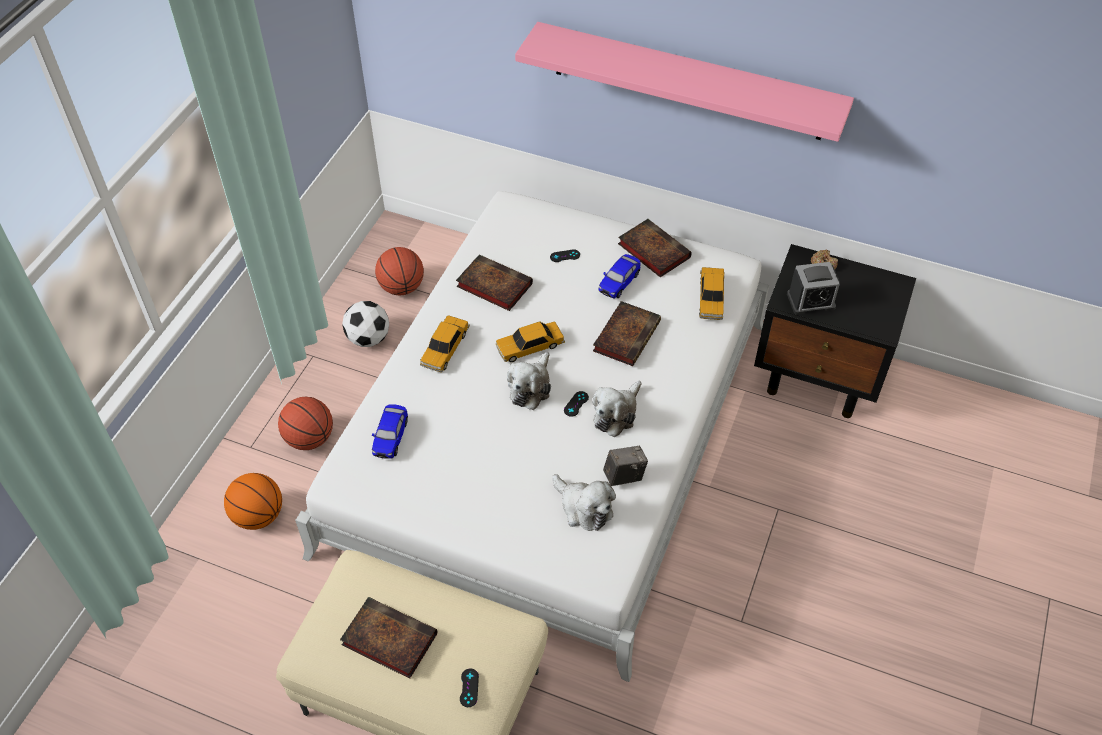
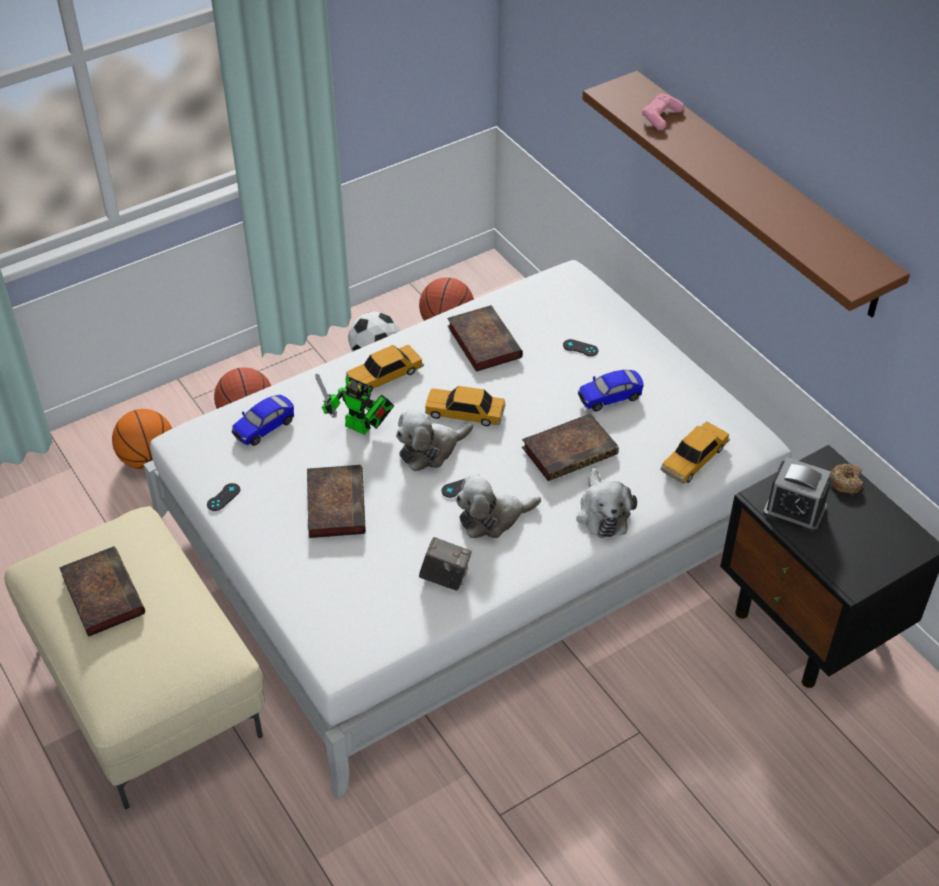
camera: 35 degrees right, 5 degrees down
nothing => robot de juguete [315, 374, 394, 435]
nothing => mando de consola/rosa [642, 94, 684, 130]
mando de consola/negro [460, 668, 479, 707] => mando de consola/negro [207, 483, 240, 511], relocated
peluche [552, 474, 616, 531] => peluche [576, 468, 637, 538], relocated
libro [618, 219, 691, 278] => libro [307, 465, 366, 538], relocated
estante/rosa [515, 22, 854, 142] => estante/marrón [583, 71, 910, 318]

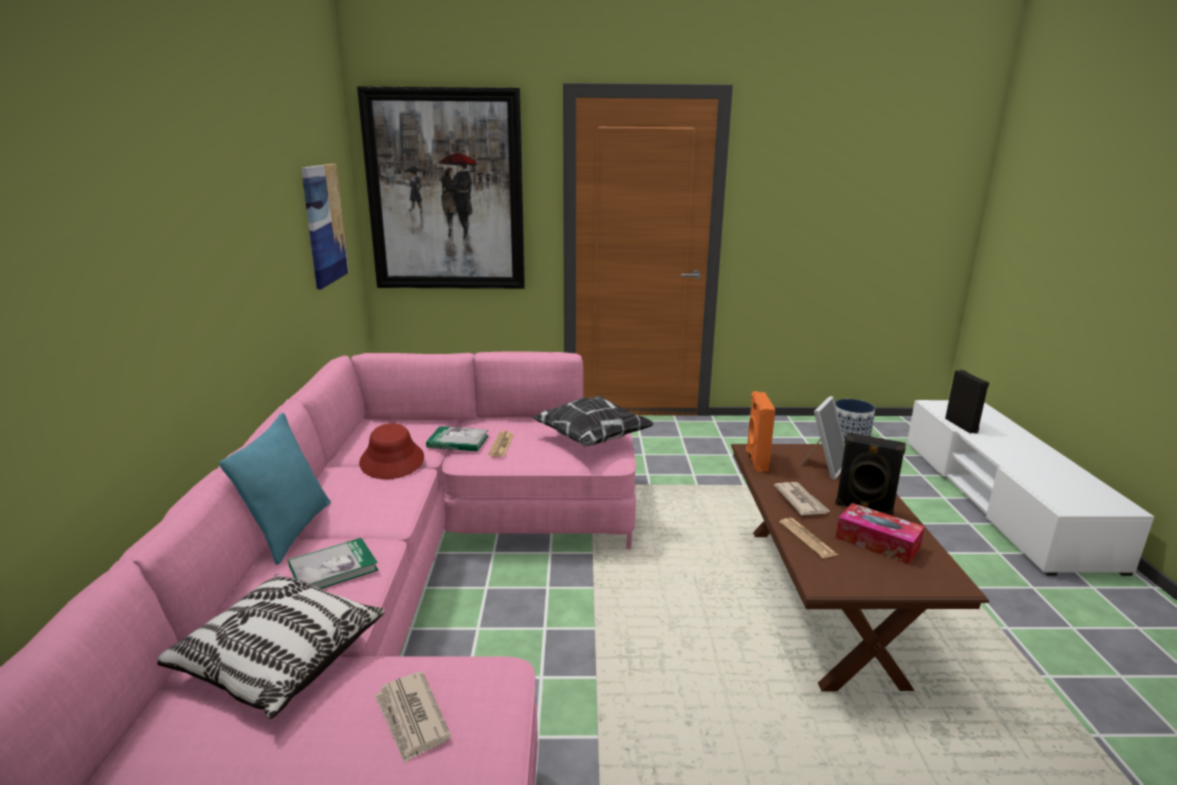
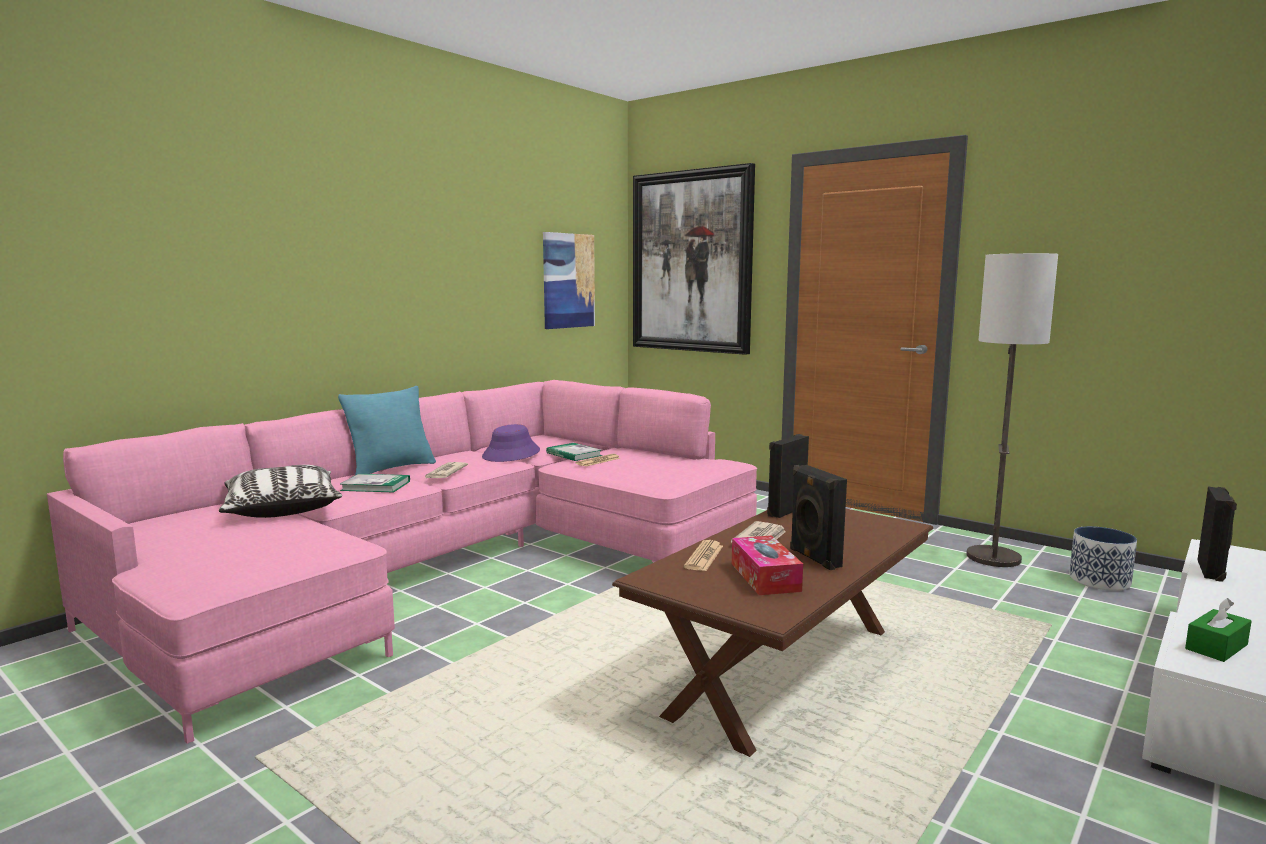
camera: 40 degrees right, 10 degrees down
cojín [532, 395, 654, 447] => nothing
portarretratos [800, 396, 845, 480] => nothing
nothing => lámpara de pie [966, 253, 1058, 567]
nothing => caja de pañuelos/verde [1185, 598, 1251, 662]
periódico [375, 671, 451, 764] => periódico [424, 462, 468, 479], relocated
sombrero/rojo [359, 423, 424, 479] => sombrero/morado [482, 424, 540, 462]
altavoz/naranja [746, 391, 776, 472] => altavoz/negro [767, 434, 809, 518]

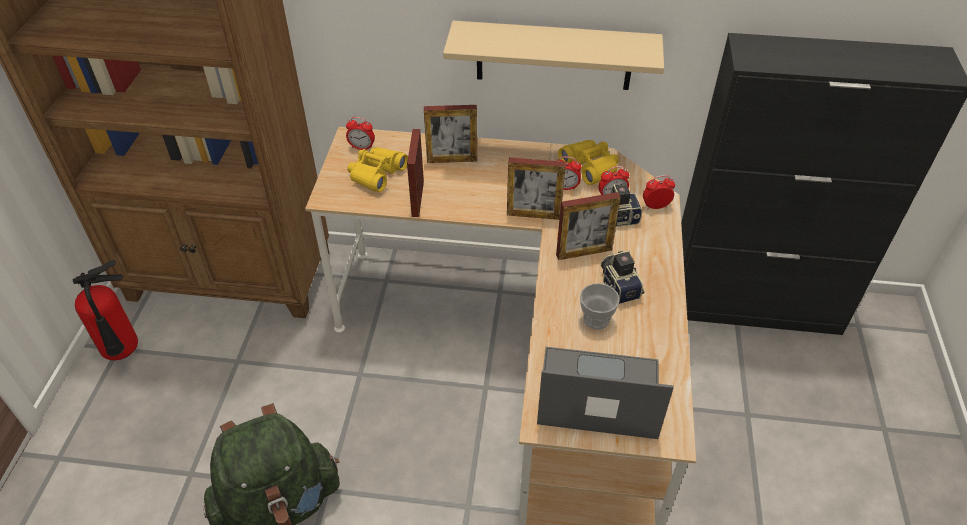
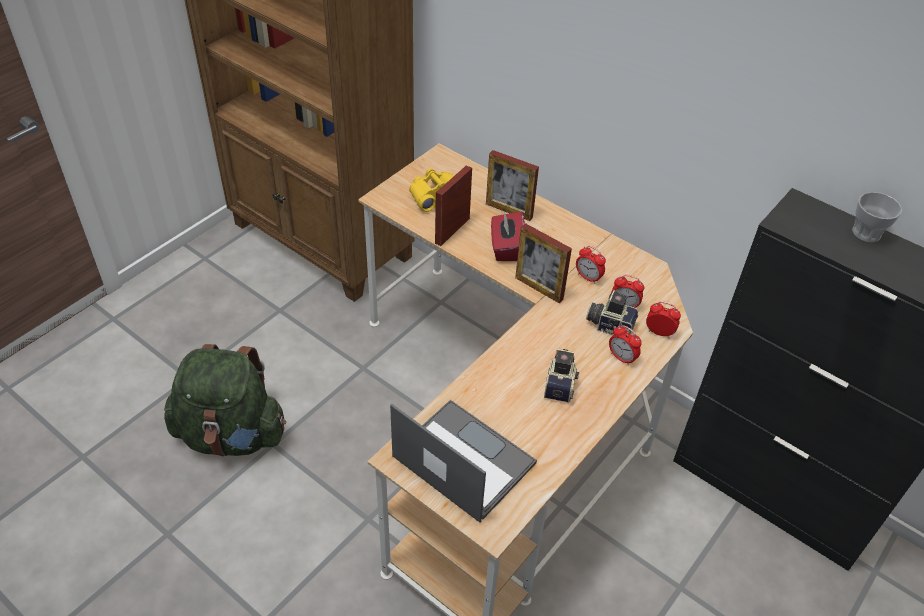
camera: 30 degrees right, 0 degrees up
extintor [73, 260, 138, 360] => nothing
estante/beis [443, 21, 664, 90] => nothing
portarretratos [556, 192, 621, 260] => nothing
prismáticos/amarillo [558, 140, 619, 185] => nothing
nothing => caja de pañuelos/rojo [491, 211, 525, 261]
despertador [346, 117, 375, 151] => despertador [609, 325, 642, 366], relocated
taza [580, 283, 620, 330] => taza [852, 192, 902, 242], relocated

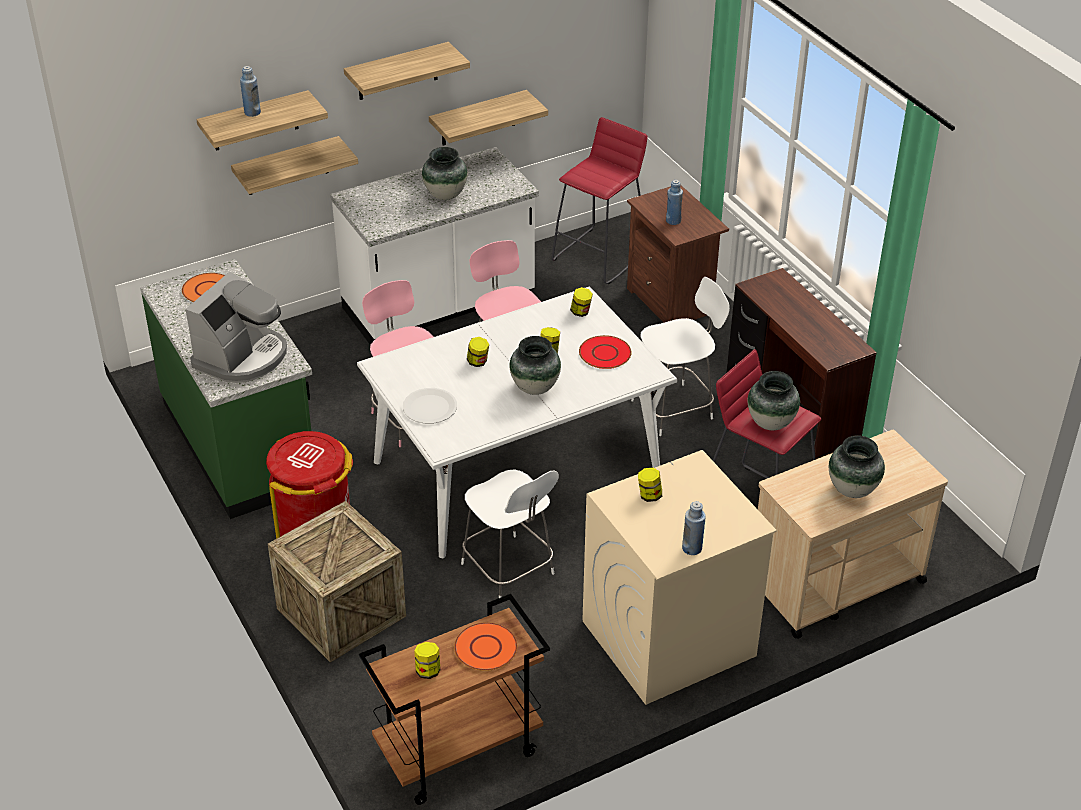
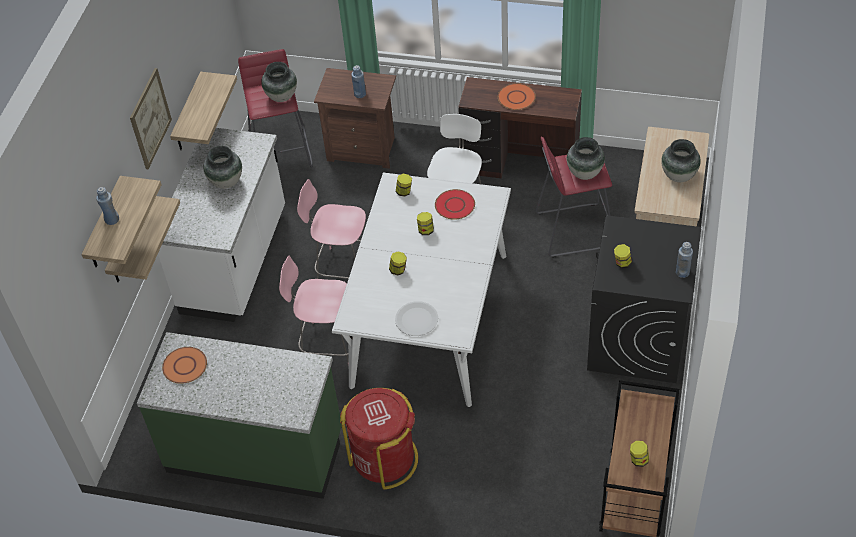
camera: 45 degrees left, 10 degrees up
cafetera [185, 272, 287, 383] => nothing
caja de embalaje [268, 501, 406, 662] => nothing
silla/blanco [461, 469, 559, 598] => nothing
plato/naranja [454, 622, 517, 671] => plato/naranja [498, 83, 536, 110], relocated
florero [510, 336, 561, 395] => florero [261, 62, 297, 102], relocated
estante [344, 42, 470, 100] => cuadro [130, 68, 172, 169]
lavadora/beis [582, 450, 777, 705] => lavadora/negro [587, 215, 701, 383]

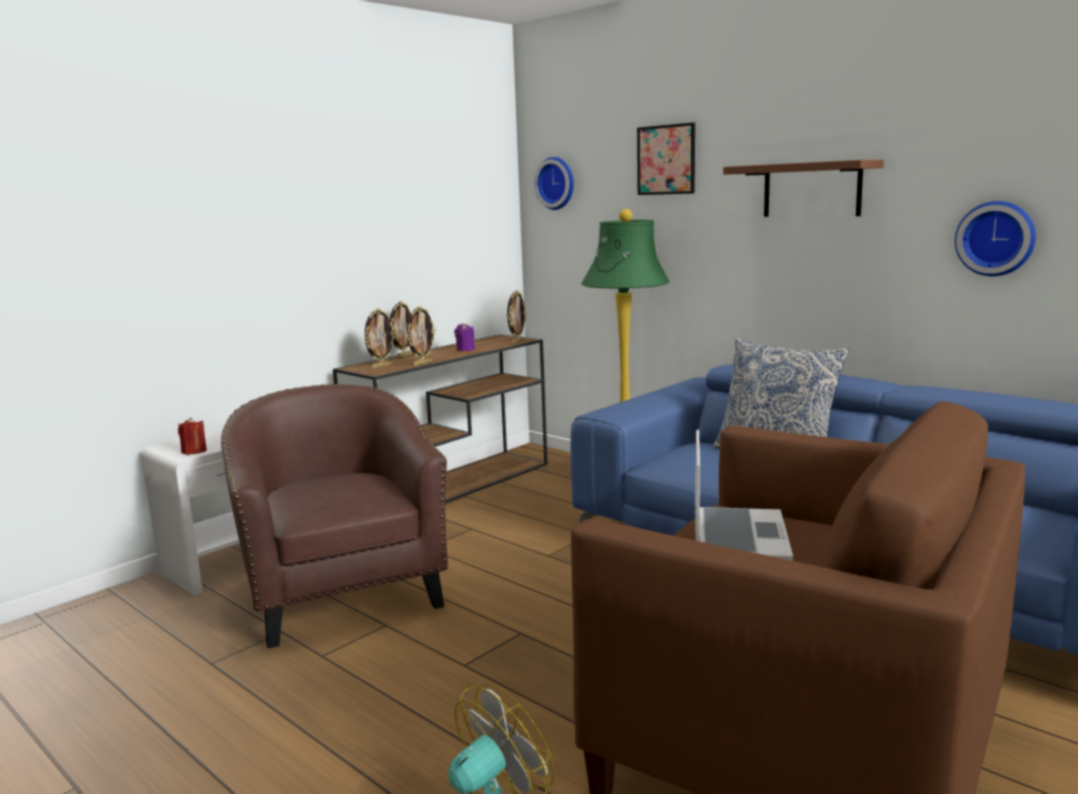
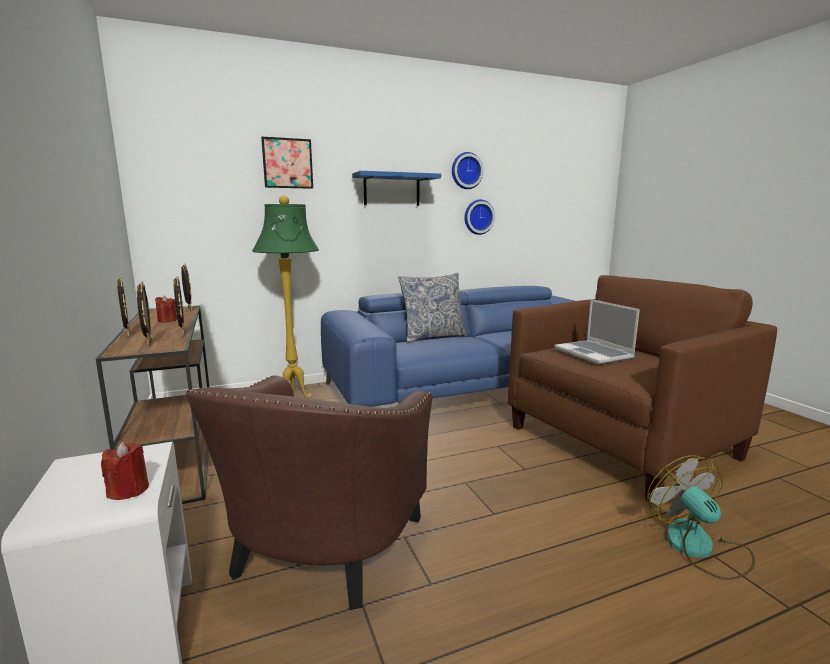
camera: 65 degrees left, 0 degrees up
reloj de pared [534, 157, 574, 210] => reloj de pared [452, 152, 483, 189], relocated
vela/morado [454, 323, 475, 351] => vela/rojo [155, 295, 177, 322]
estante/marrón [723, 160, 884, 217] => estante/azul [352, 171, 441, 206]
sillón/marrón [221, 384, 448, 648] => sillón/marrón [186, 375, 432, 610], 75 degrees counterclockwise
portátil [695, 430, 793, 561] => portátil [554, 299, 640, 364], 150 degrees counterclockwise

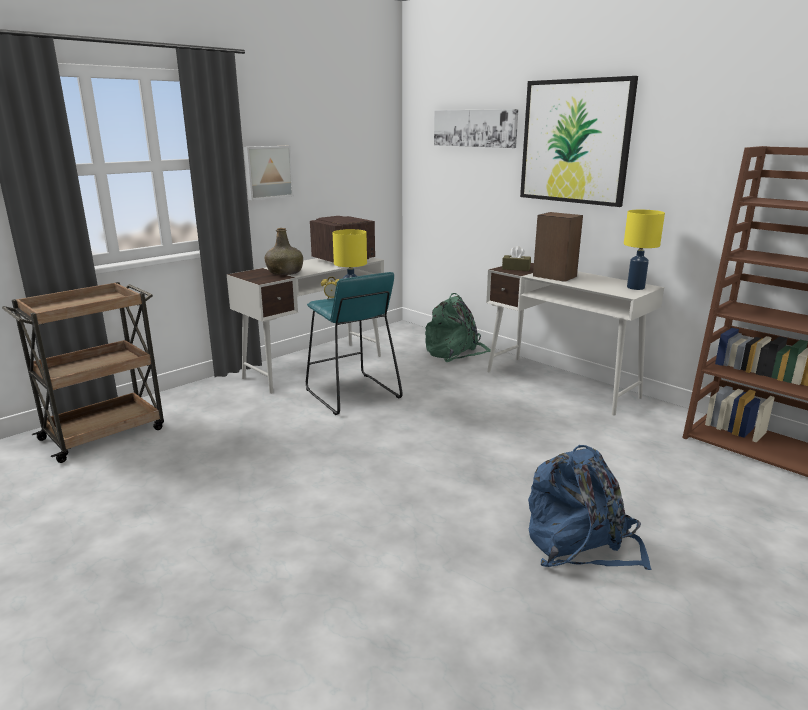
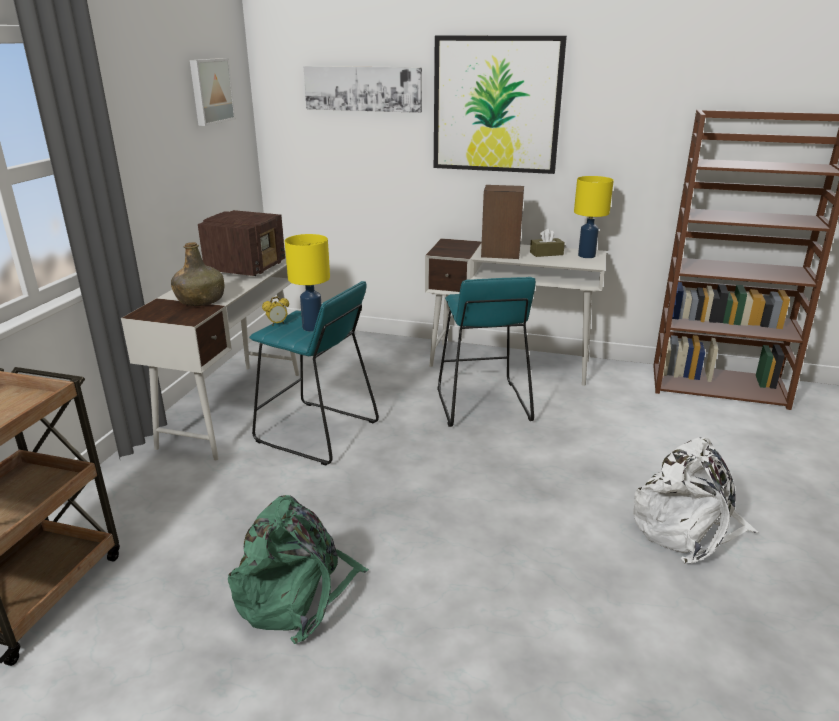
camera: 30 degrees left, 5 degrees up
nothing => taburete/turquesa [437, 277, 536, 427]
cuadro [244, 146, 294, 200] => cuadro [190, 58, 236, 126], relocated
mochila/verde [425, 293, 491, 362] => mochila/verde [228, 495, 369, 644], relocated
caja de pañuelos/marrón [502, 246, 531, 271] => caja de pañuelos/marrón [530, 228, 565, 257], relocated
mochila/azul [528, 445, 651, 570] => mochila/blanco [633, 437, 758, 564]

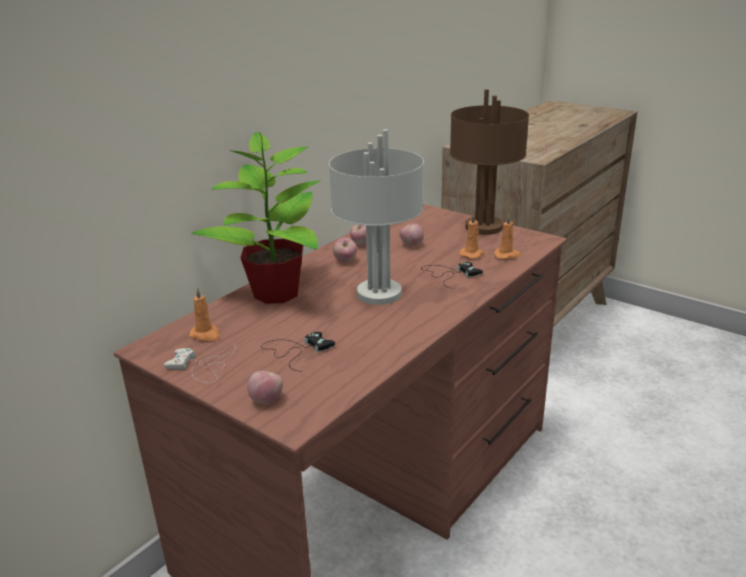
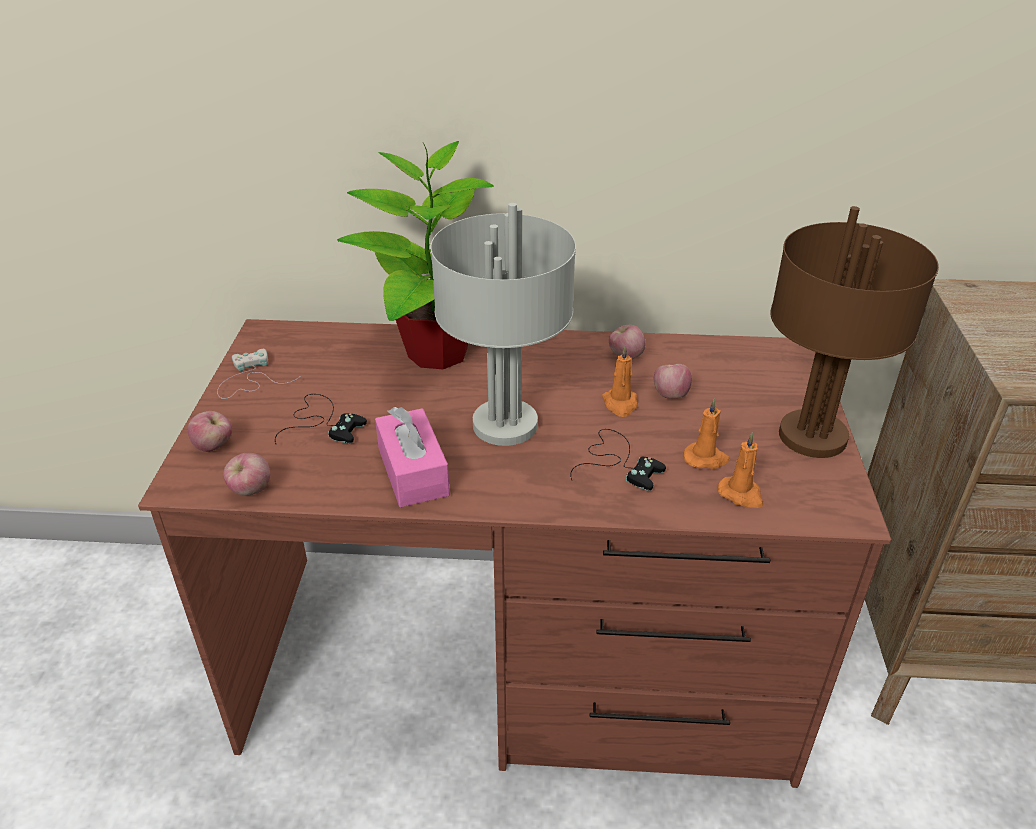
camera: 55 degrees right, 10 degrees up
nothing => caja de pañuelos/rosa [375, 407, 450, 507]
vela/naranja [189, 287, 220, 341] => vela/naranja [602, 345, 638, 417], relocated
manzana [333, 238, 357, 262] => manzana [223, 453, 270, 495], relocated

